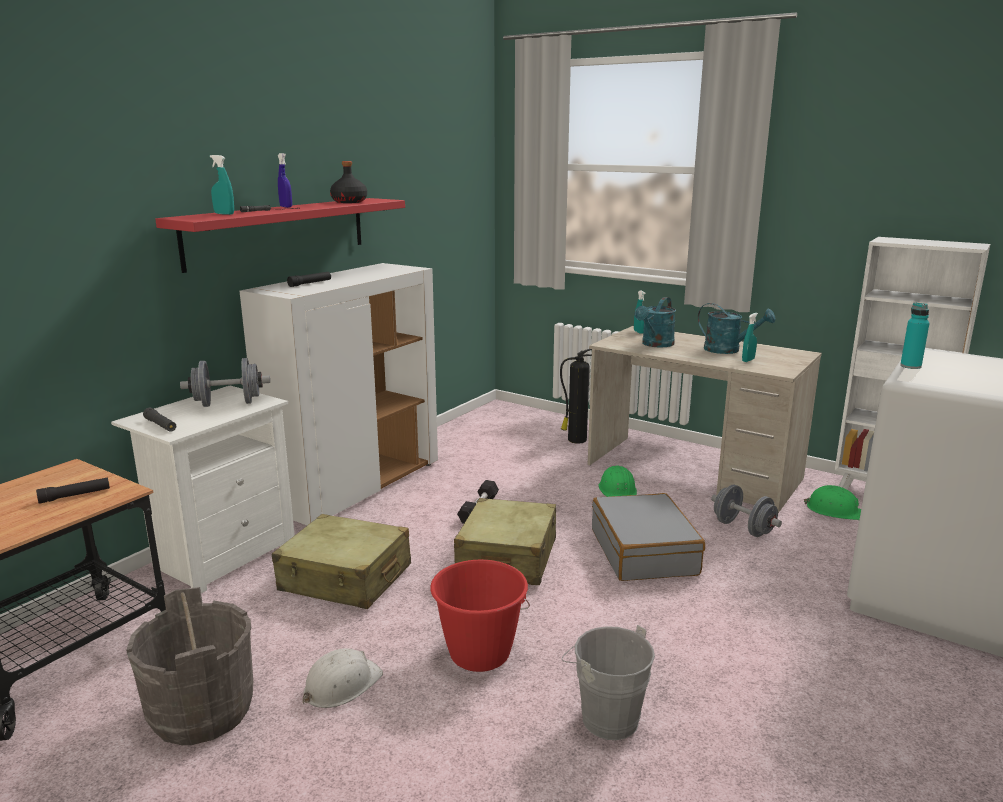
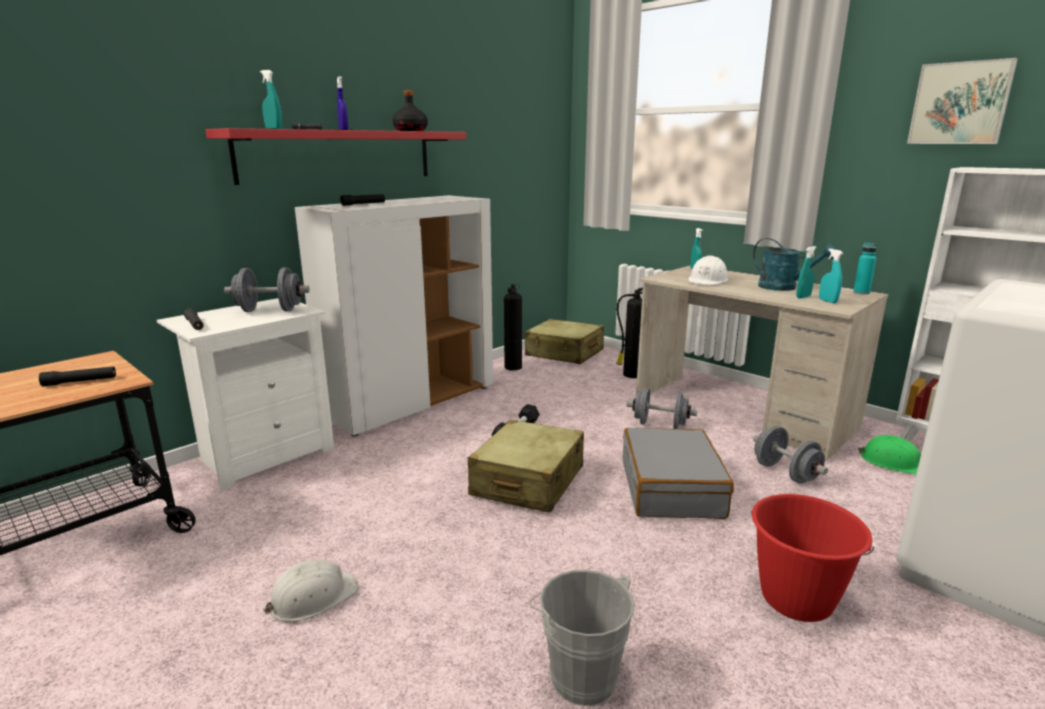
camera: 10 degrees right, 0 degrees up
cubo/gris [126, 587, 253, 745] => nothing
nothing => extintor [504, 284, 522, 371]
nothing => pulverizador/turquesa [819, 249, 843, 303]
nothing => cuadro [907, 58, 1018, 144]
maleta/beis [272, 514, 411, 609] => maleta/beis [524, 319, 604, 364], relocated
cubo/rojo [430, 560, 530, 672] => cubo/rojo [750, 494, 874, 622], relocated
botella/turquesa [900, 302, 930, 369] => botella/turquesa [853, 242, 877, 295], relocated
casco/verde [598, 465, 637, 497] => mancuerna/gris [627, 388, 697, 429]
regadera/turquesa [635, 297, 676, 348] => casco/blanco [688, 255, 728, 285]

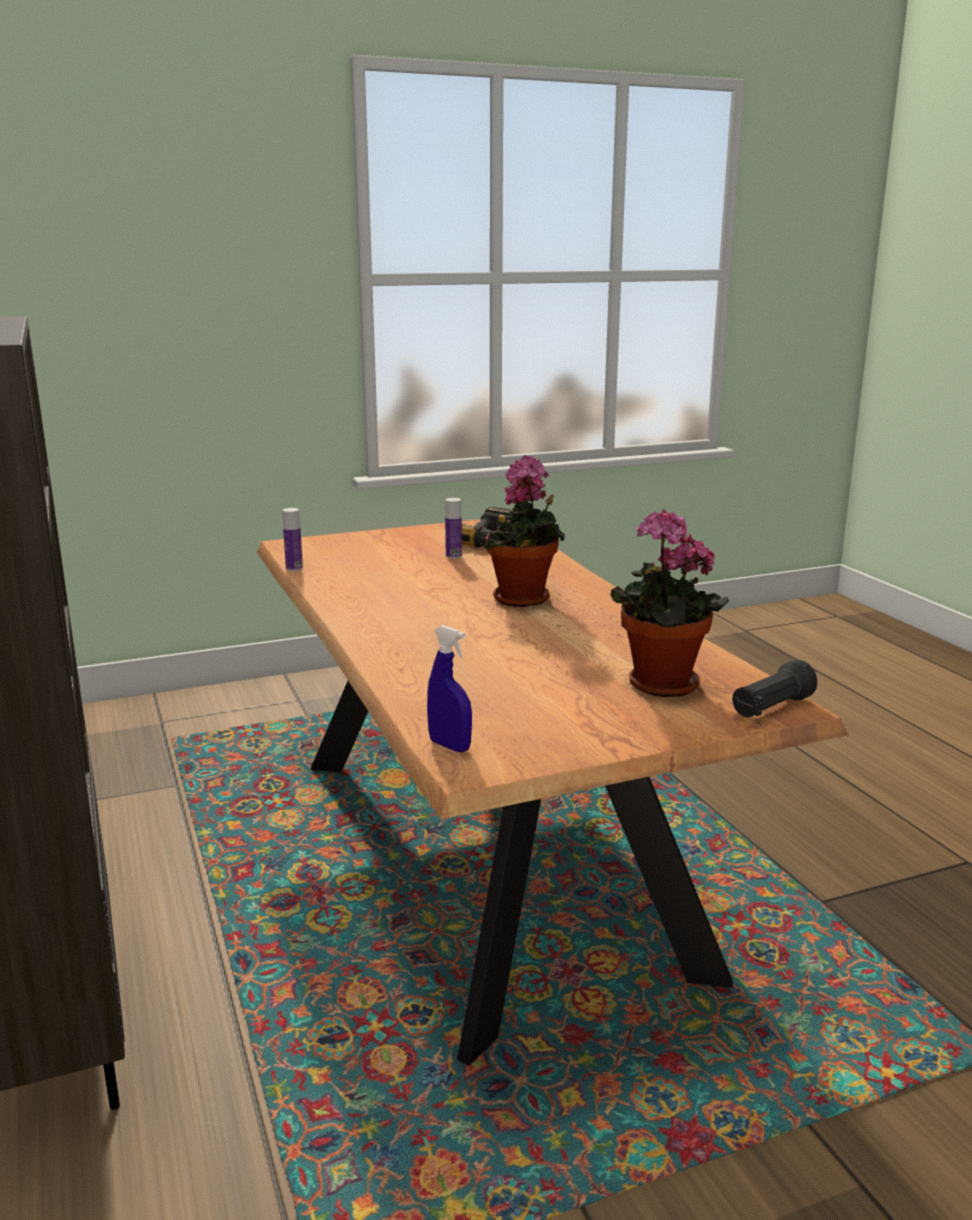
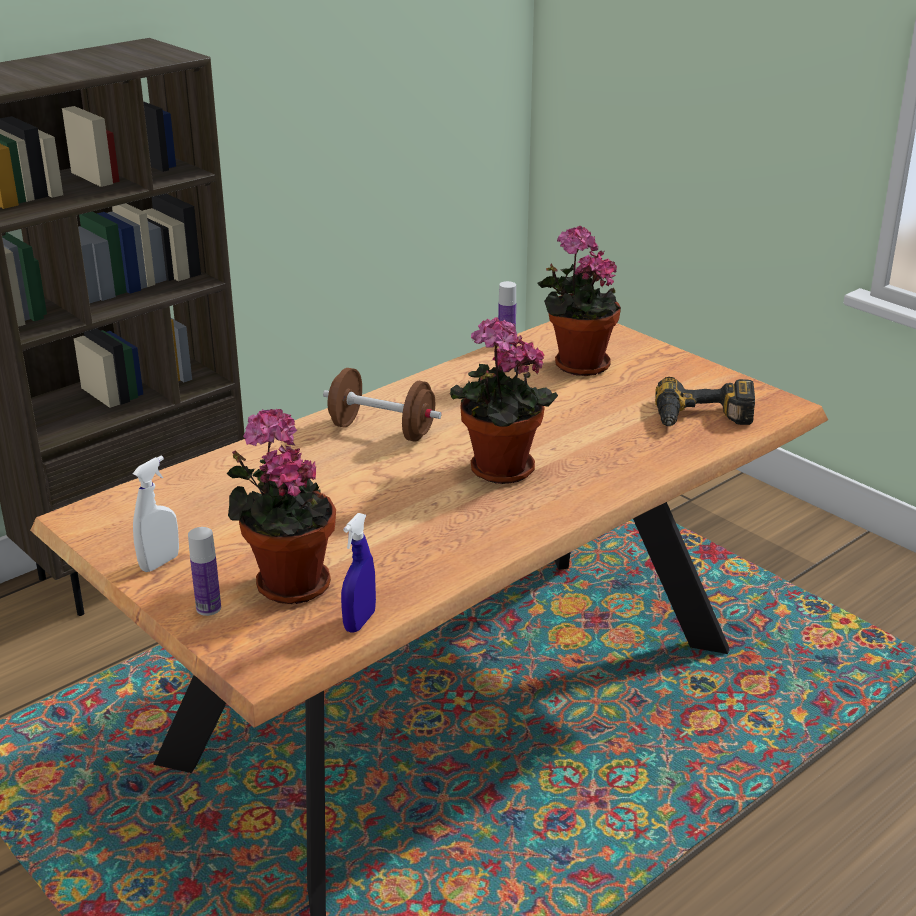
camera: 70 degrees right, 10 degrees up
linterna/negro [732, 659, 817, 717] => nothing
nothing => pulverizador/blanco [132, 456, 179, 572]
nothing => mancuerna/marrón [323, 368, 441, 442]
nothing => planta en maceta [538, 226, 621, 376]
pulverizador/azul [427, 625, 472, 752] => pulverizador/azul [341, 513, 376, 633], relocated
botella [445, 498, 462, 559] => botella [188, 527, 221, 616], relocated

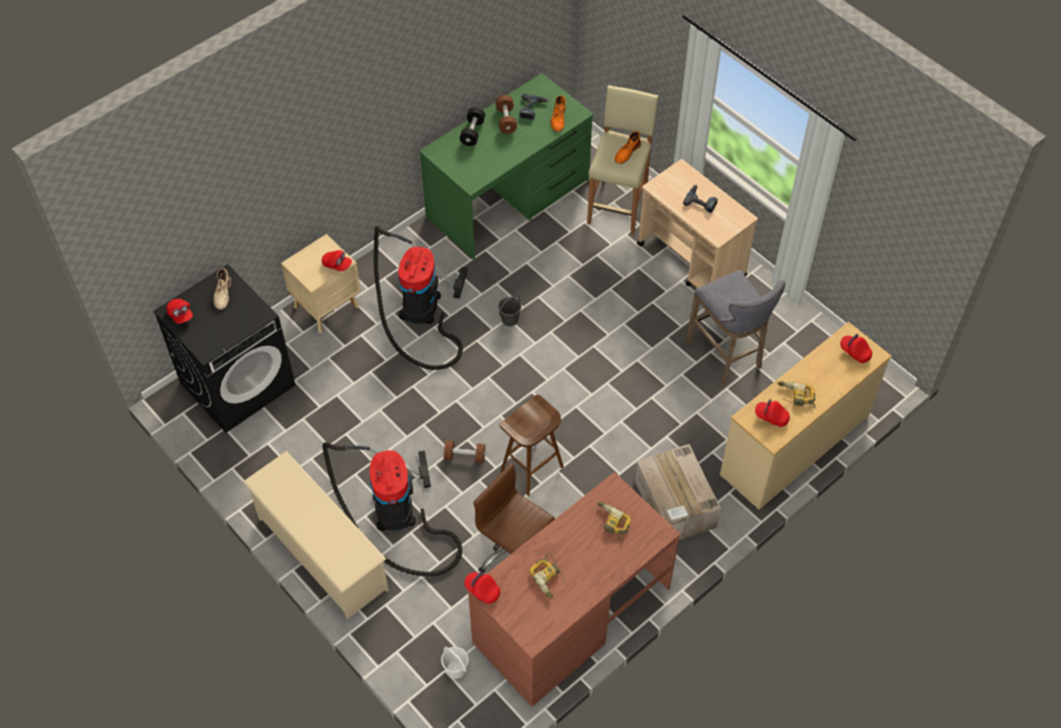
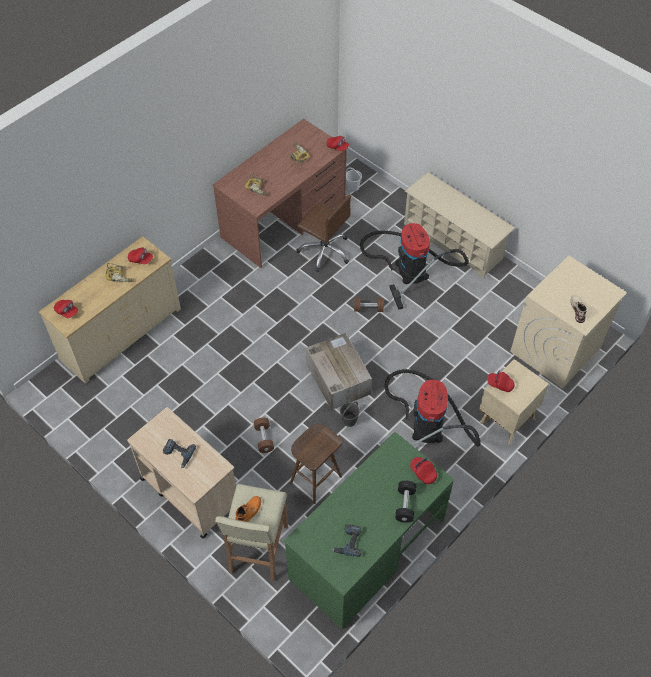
camera: 175 degrees right, 0 degrees up
bota/naranja [551, 95, 566, 132] => nothing
taburete/gris [686, 270, 785, 386] => nothing
gorra/rojo [166, 299, 193, 324] => gorra/rojo [410, 457, 437, 484], relocated
mancuerna/marrón [496, 95, 517, 134] => mancuerna/marrón [254, 418, 274, 453], relocated
taburete/marrón [500, 395, 564, 496] => taburete/marrón [290, 424, 342, 504], relocated
caja de cartón [634, 444, 721, 540] => caja de cartón [306, 333, 372, 410], relocated
lavadora/negro [153, 264, 295, 433] => lavadora/beis [510, 255, 627, 389]

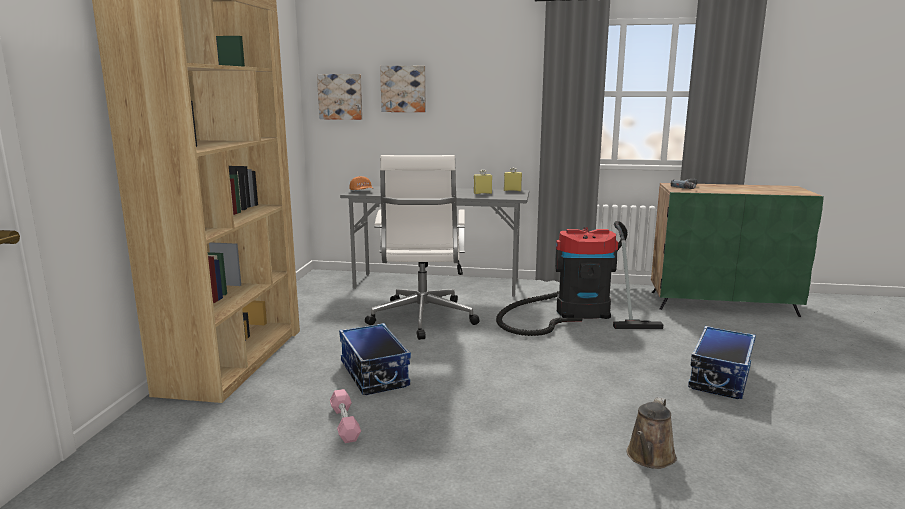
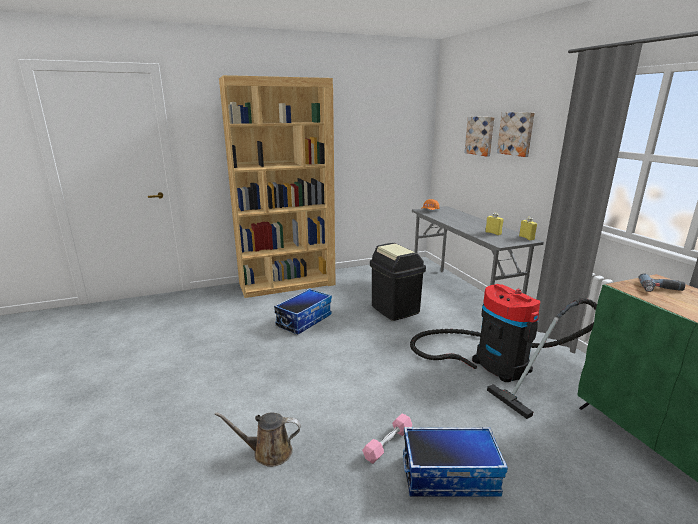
camera: 60 degrees right, 5 degrees up
cuadro [317, 74, 363, 120] => cuadro [497, 112, 535, 157], relocated
mancuerna/rosa [330, 389, 361, 443] => mancuerna/rosa [362, 413, 412, 464], relocated
silla de oficina/blanco [365, 155, 479, 340] => papelera/negro [370, 243, 426, 321]

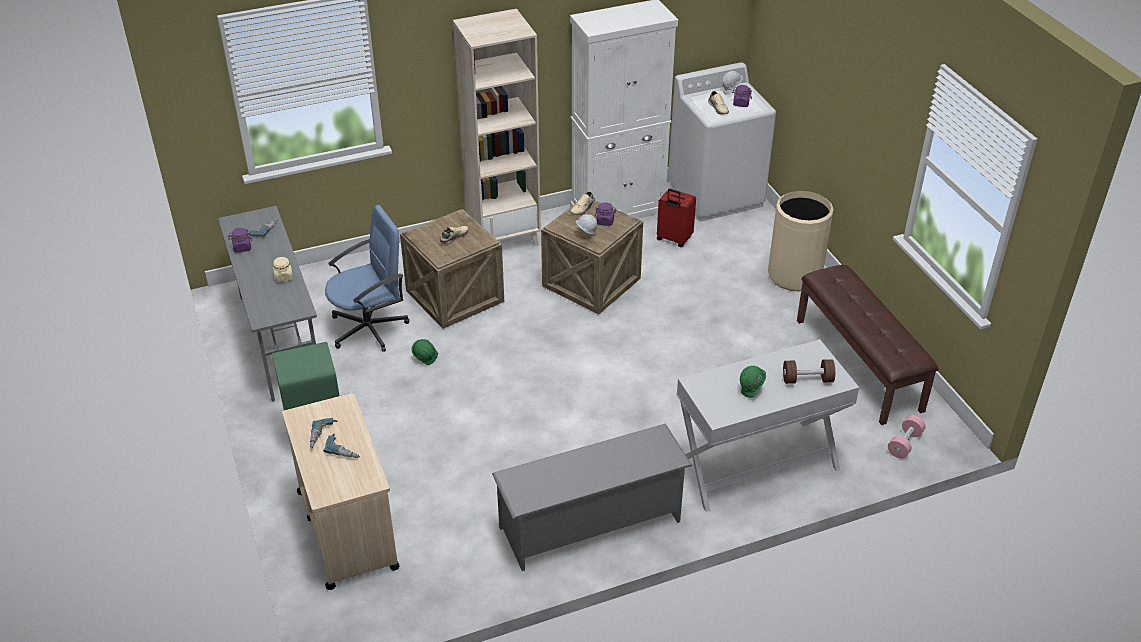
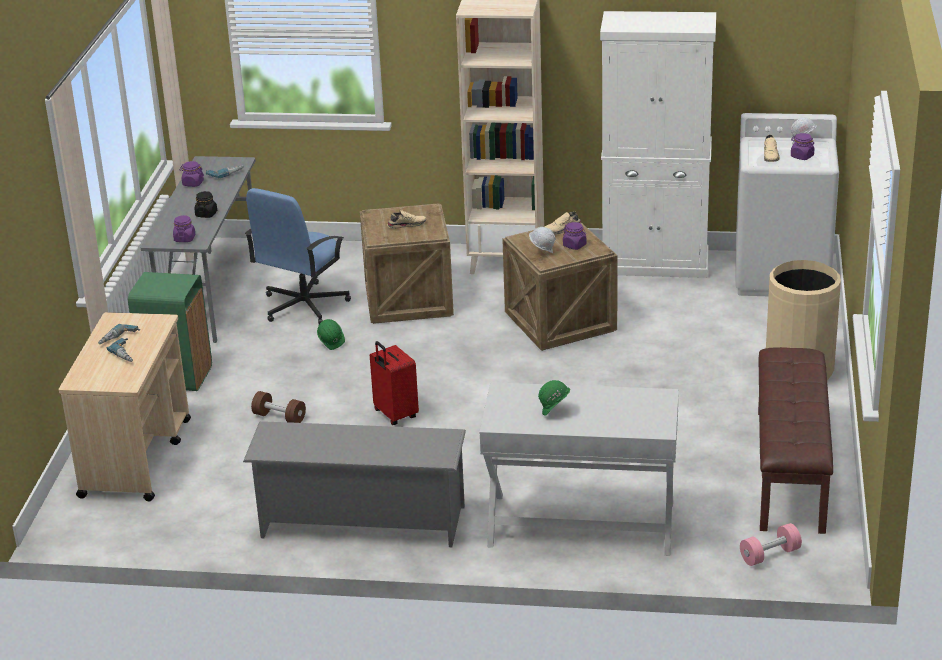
camera: 30 degrees right, 10 degrees down
nothing => tarro/morado [173, 215, 195, 242]
maleta/rojo [657, 189, 696, 247] => maleta/rojo [370, 341, 419, 425], relocated
mancuerna/marrón [783, 359, 835, 384] => mancuerna/marrón [251, 391, 306, 423], relocated
tarro/beis [273, 257, 293, 283] => tarro/negro [195, 191, 217, 218]
silla de oficina/azul [325, 205, 409, 352] => silla de oficina/azul [245, 188, 351, 324], 120 degrees clockwise

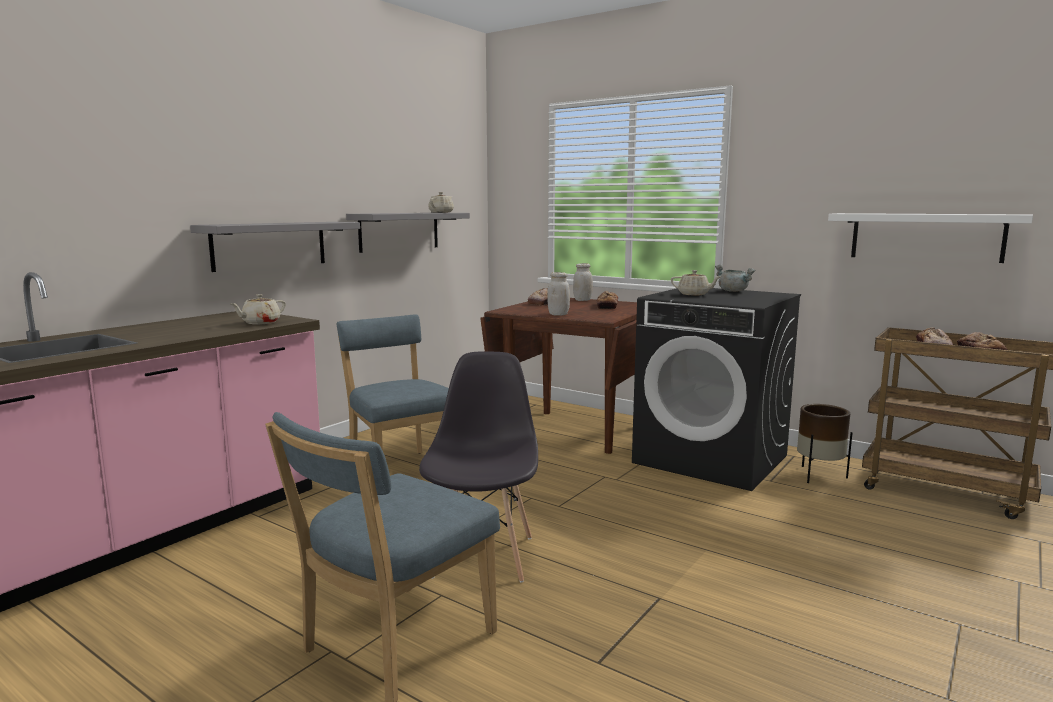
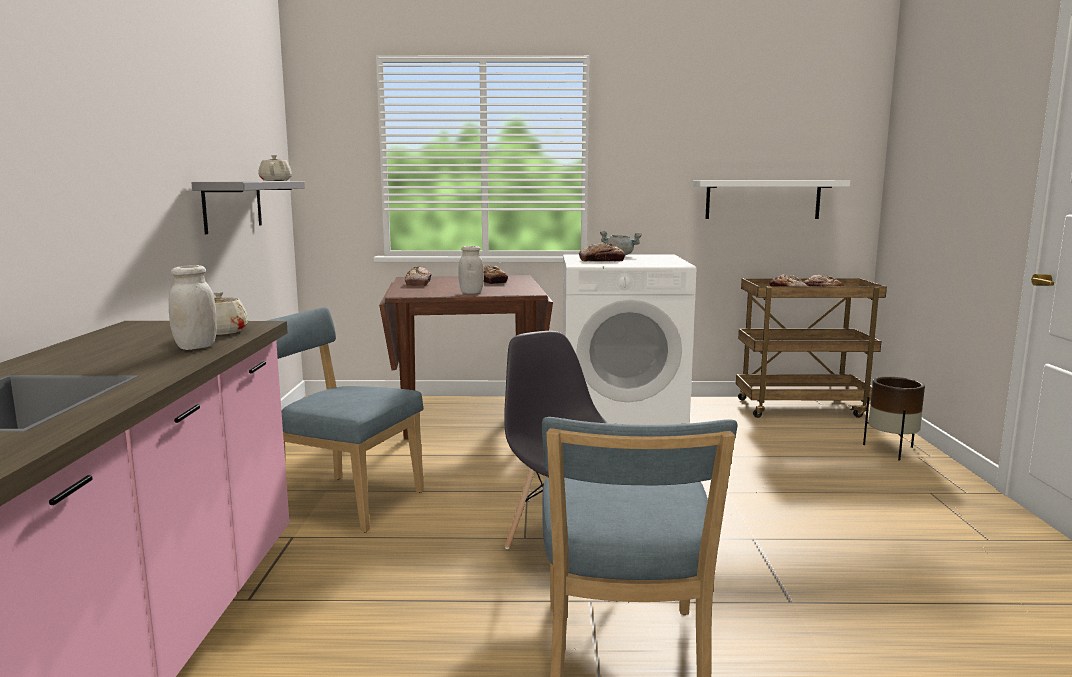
camera: 35 degrees left, 0 degrees up
estante/gris [190, 222, 360, 272] => nothing
tarro/blanco [573, 263, 593, 301] => tarro/blanco [169, 265, 217, 350], relocated
maceta/marrón [797, 404, 853, 483] => maceta/marrón [863, 377, 925, 461], relocated
tetera/beis [671, 270, 722, 295] => pan [579, 243, 625, 262]
lavadora/negro [632, 288, 801, 491] => lavadora/blanco [563, 254, 696, 425]

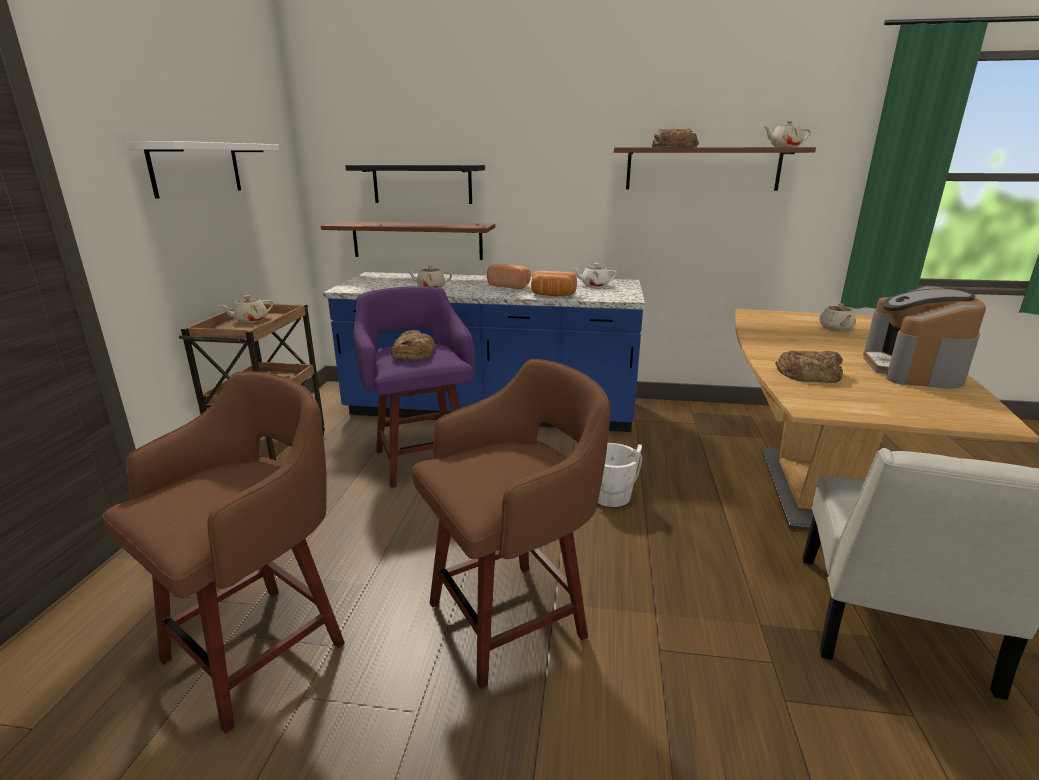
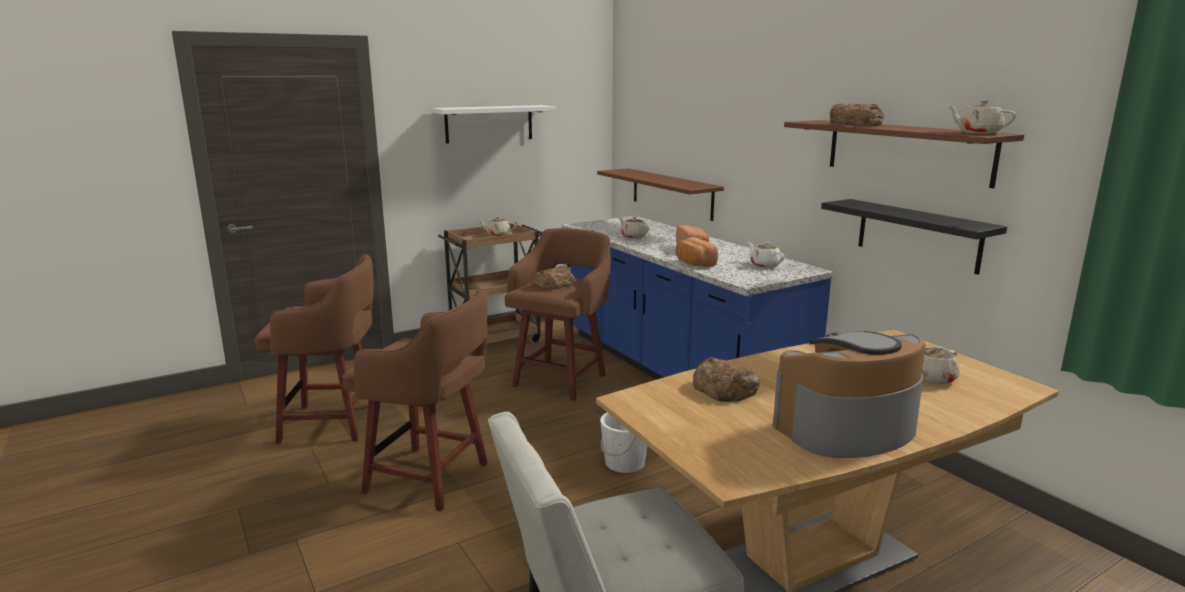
camera: 50 degrees right, 5 degrees down
estante/negro [345, 165, 485, 204] => estante/negro [821, 199, 1007, 275], relocated
taburete/morado [354, 286, 476, 488] => taburete/marrón [505, 228, 611, 401]

